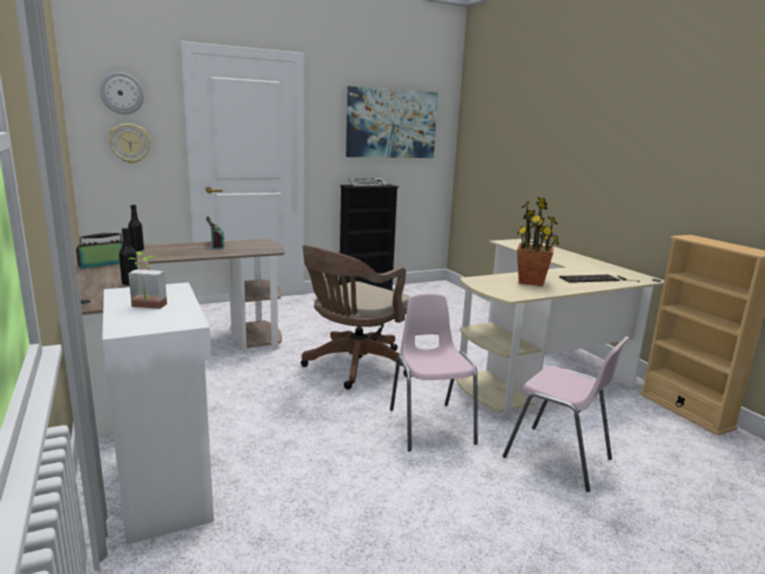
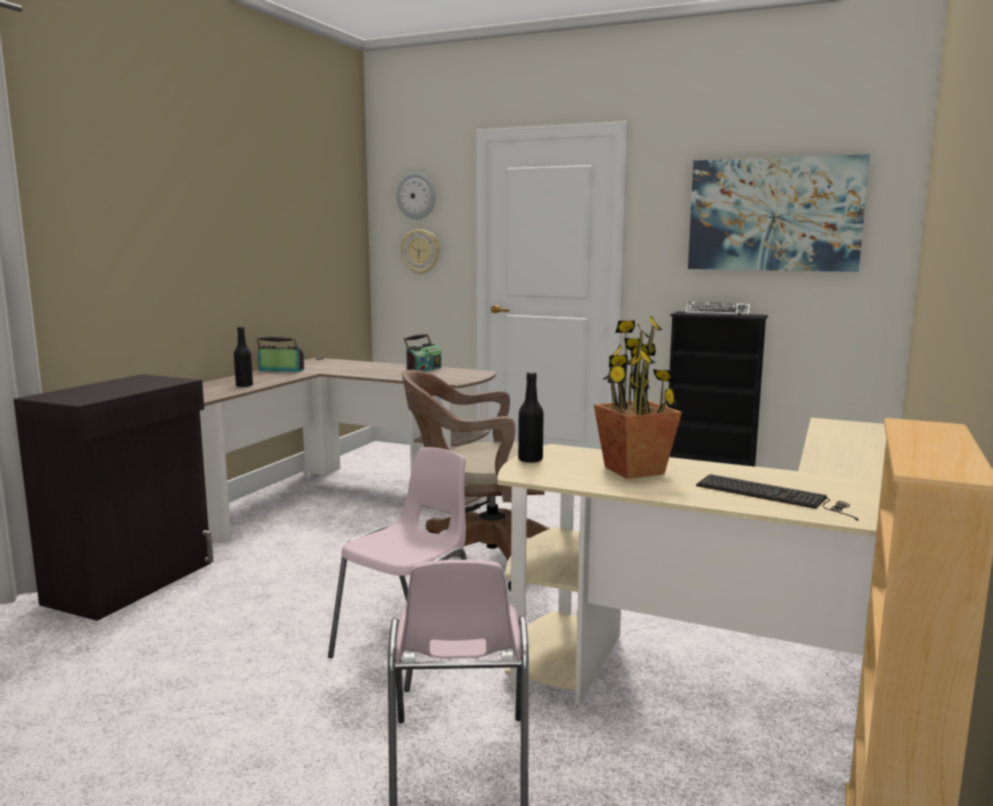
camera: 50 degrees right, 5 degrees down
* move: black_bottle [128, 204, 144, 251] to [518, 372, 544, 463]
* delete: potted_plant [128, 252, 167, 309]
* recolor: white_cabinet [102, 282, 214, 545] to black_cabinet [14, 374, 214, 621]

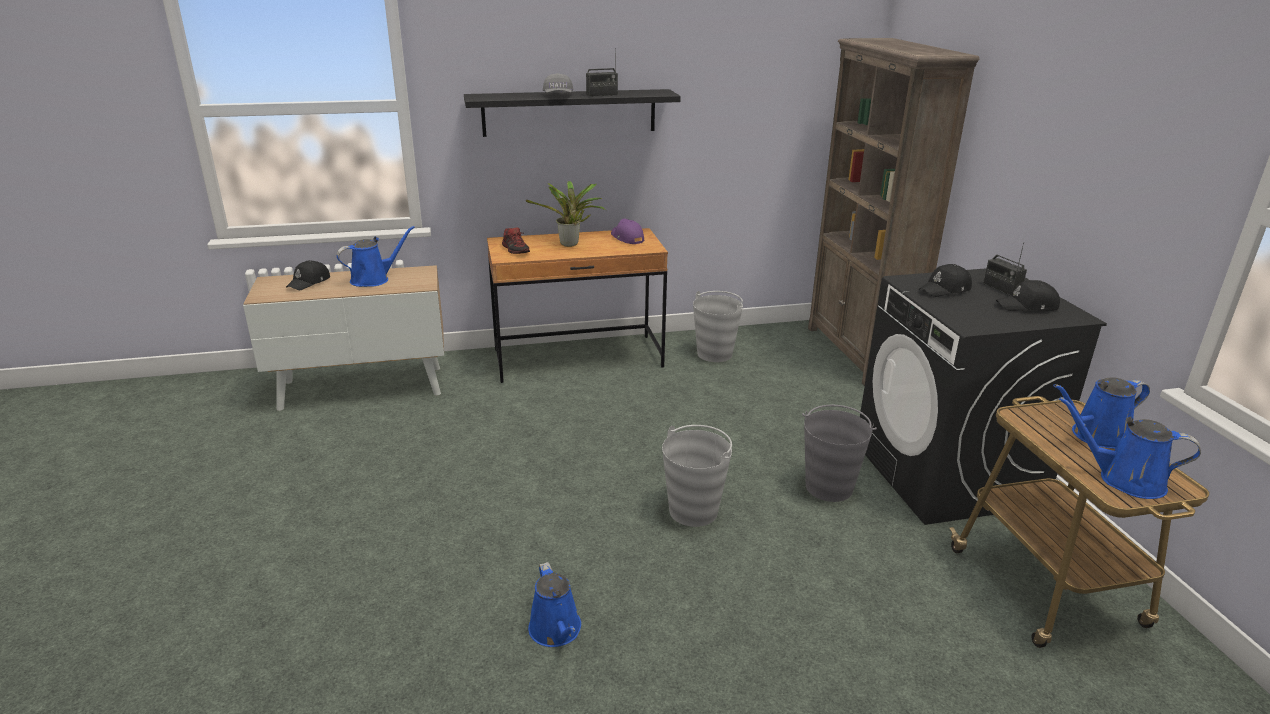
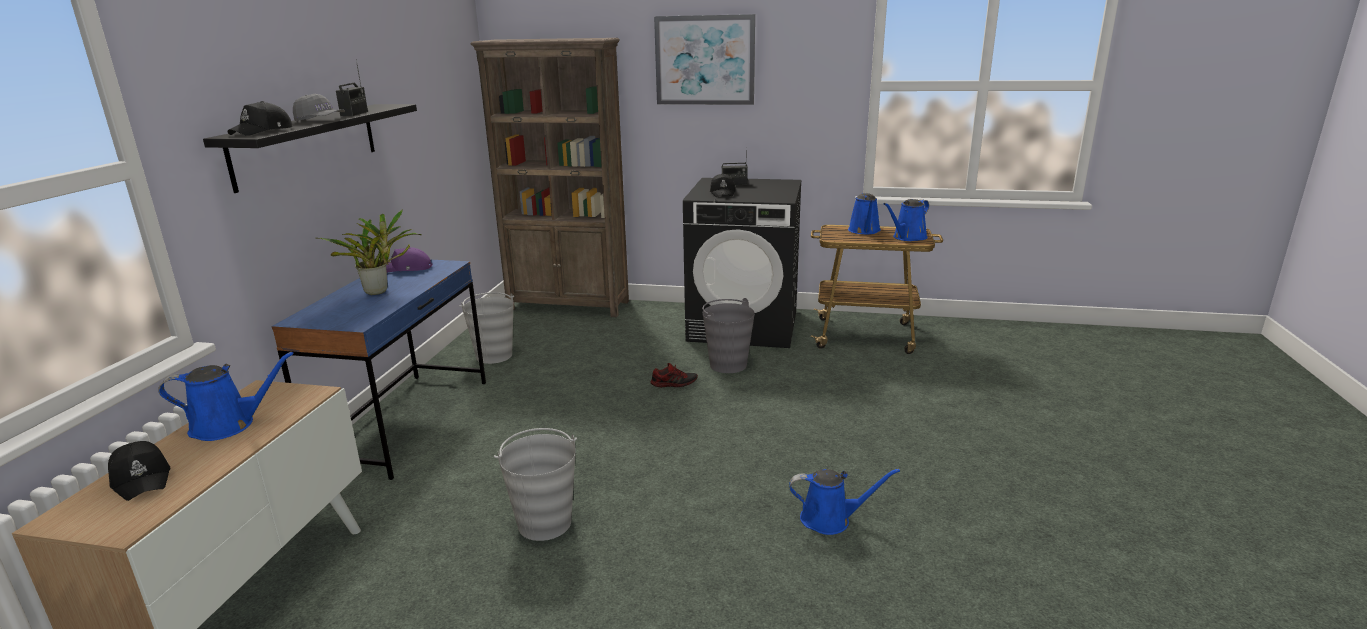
camera: 65 degrees left, 5 degrees down
* rotate: blue_watering_can [336, 226, 415, 287] = [158, 352, 294, 441] 90 degrees clockwise
* recolor: brown_desk [487, 228, 668, 383] to blue_desk [271, 260, 486, 480]
* move: shoe [502, 228, 530, 254] to [650, 363, 698, 388]
* move: black_cap [996, 280, 1060, 311] to [228, 101, 292, 136]
* move: grey_bucket [662, 425, 732, 527] to [494, 428, 577, 541]
* insert: picture [654, 14, 755, 105]

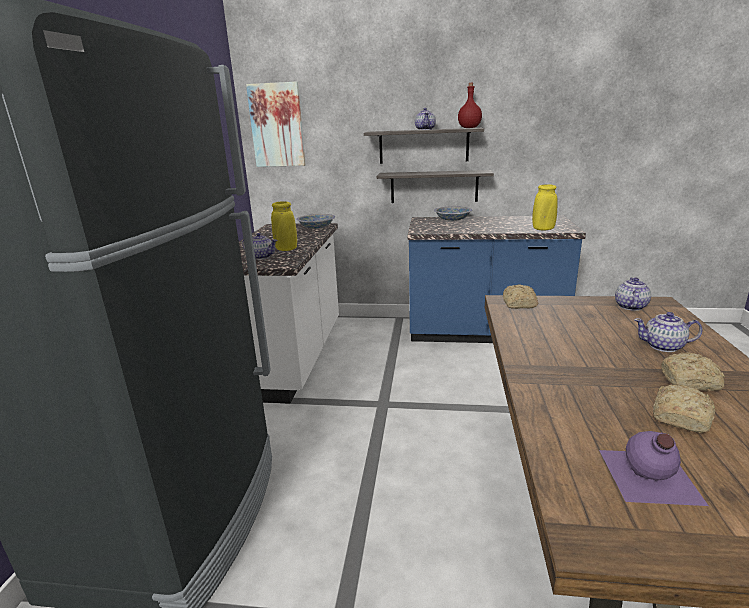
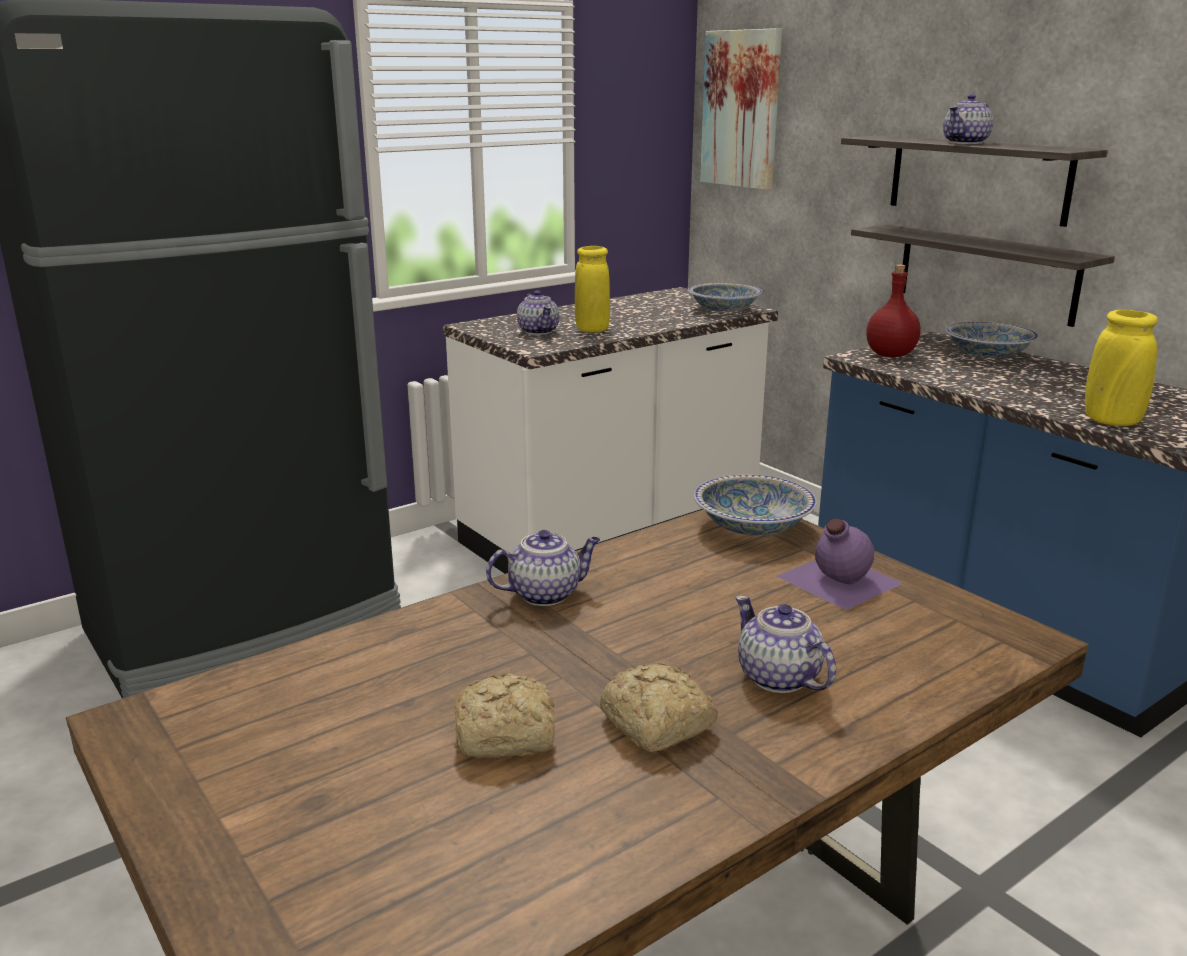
camera: 45 degrees right, 0 degrees up
* move: red_bottle [458, 83, 482, 128] to [866, 264, 921, 357]
* move: teapot [615, 278, 651, 311] to [486, 530, 600, 606]
* replace: bread [503, 284, 538, 309] to bowl [694, 475, 817, 536]
* move: purple_bottle [599, 431, 709, 506] to [777, 519, 903, 610]

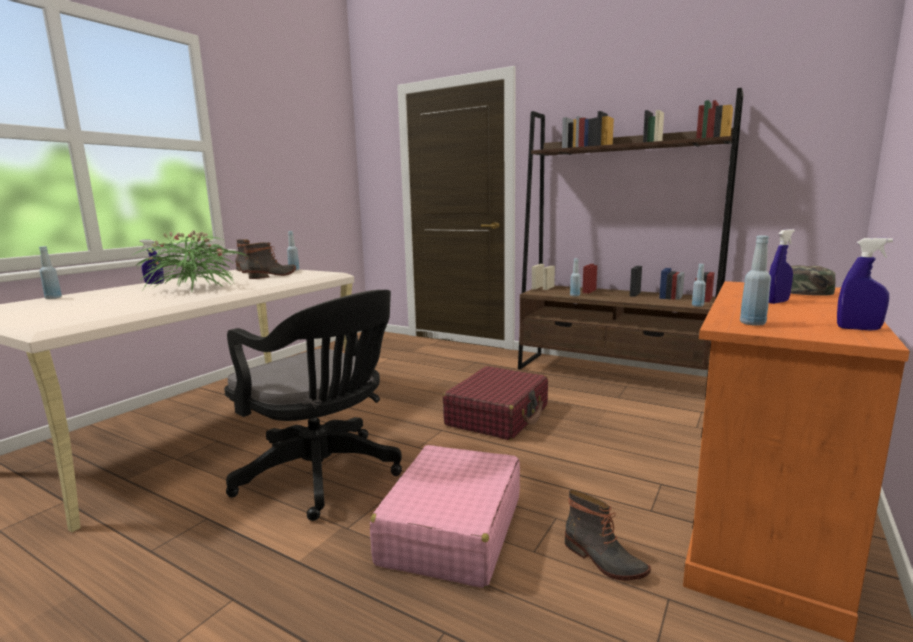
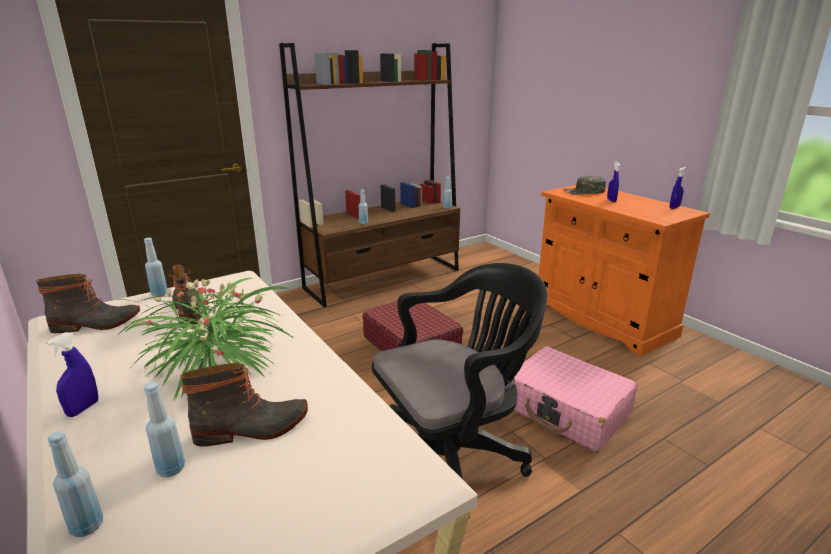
camera: 65 degrees left, 10 degrees up
* move: blue_bottle [740, 236, 771, 326] to [144, 382, 185, 477]
* move: boot [565, 490, 651, 581] to [180, 363, 308, 446]

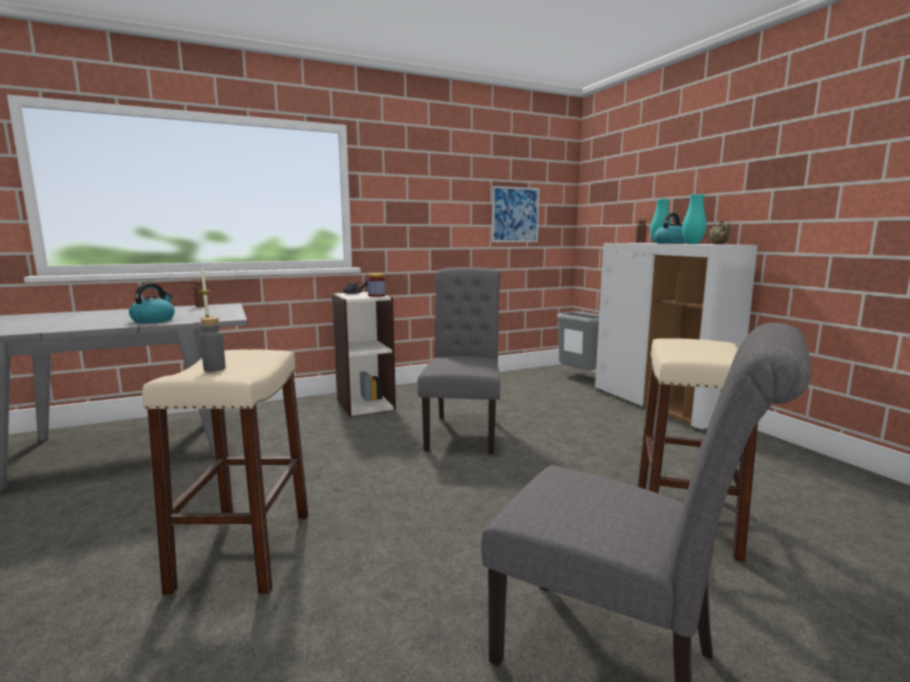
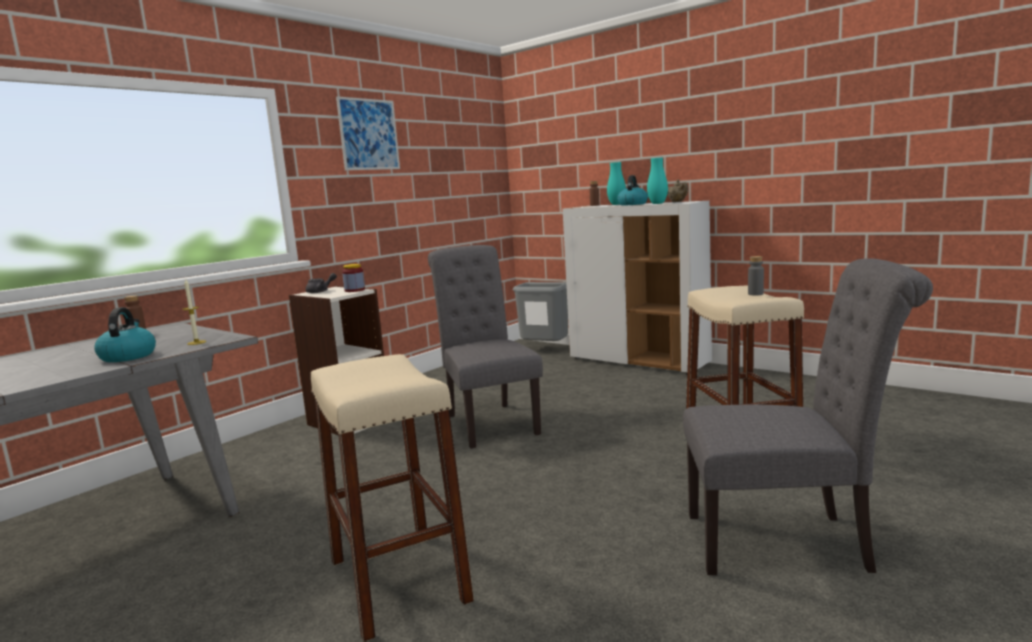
camera: 25 degrees left, 0 degrees up
* move: picture [492, 186, 540, 242] to [336, 96, 400, 170]
* move: grey_bottle [200, 317, 226, 372] to [748, 256, 764, 296]

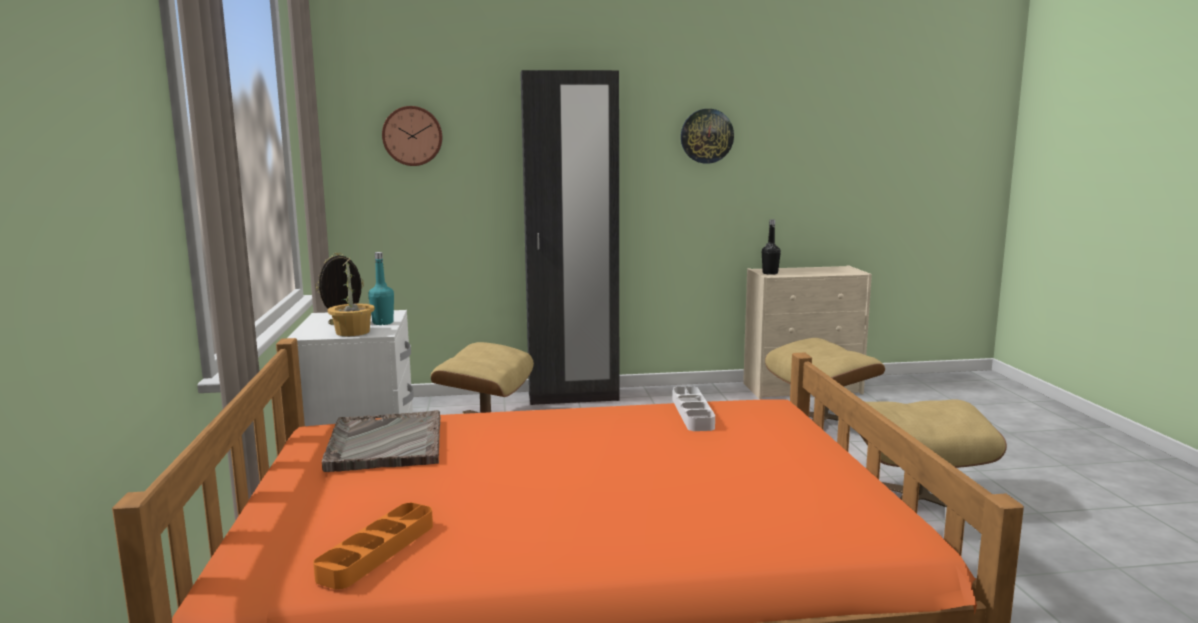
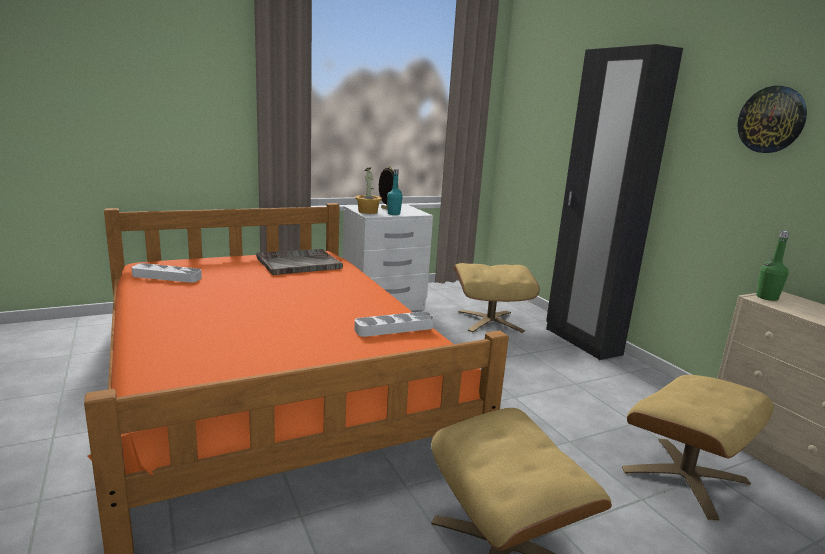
camera: 70 degrees right, 5 degrees up
* delete: wall_clock [382, 106, 442, 166]
* recolor: black_bottle [762, 219, 781, 275] to green_bottle [756, 231, 789, 301]
* recolor: orange_tray [313, 503, 433, 590] to white_tray [131, 263, 202, 283]

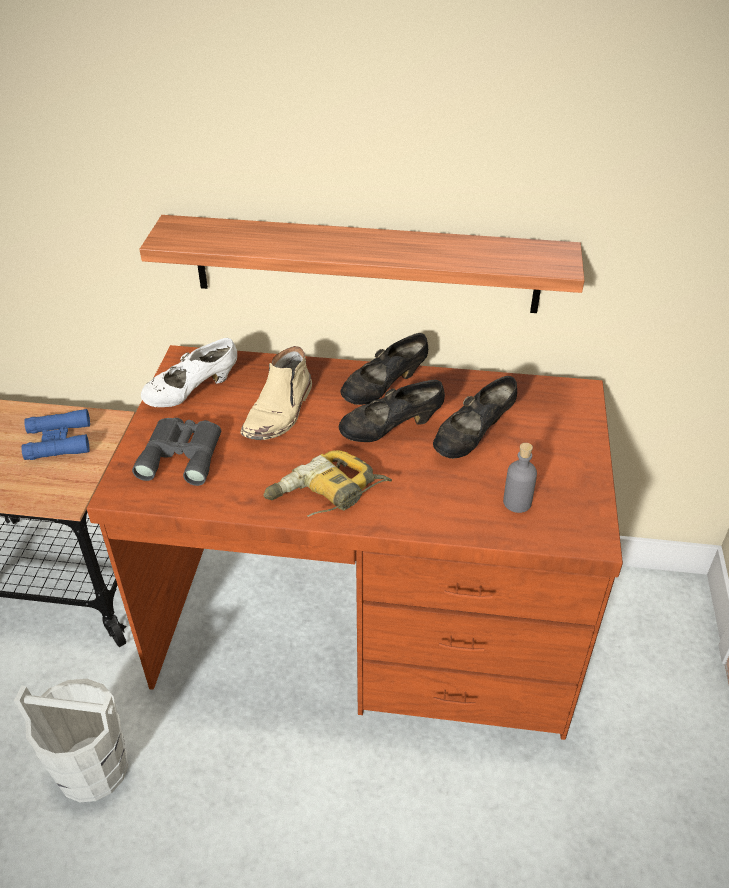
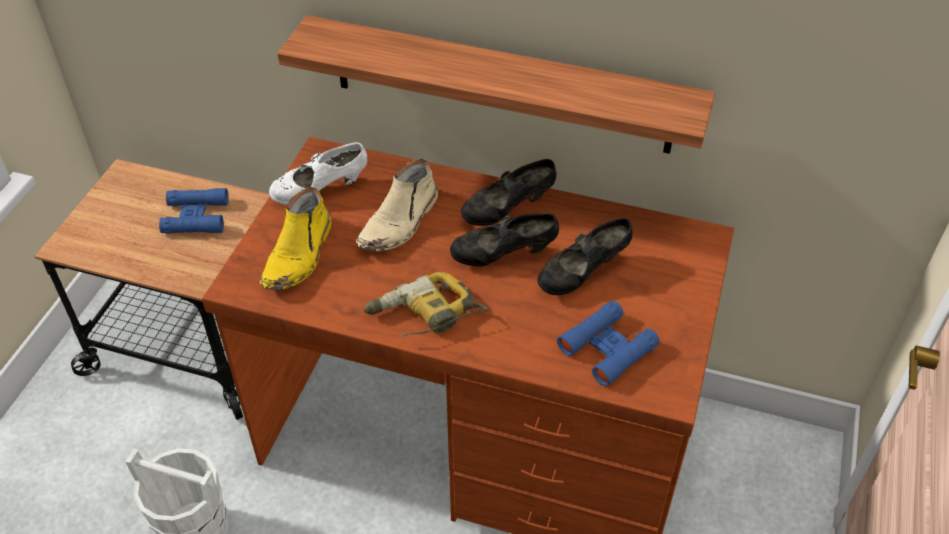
camera: 10 degrees right, 5 degrees up
* replace: grey_binoculars [132, 418, 221, 486] to yellow_boot [260, 187, 331, 290]
* replace: grey_bottle [503, 443, 537, 513] to blue_binoculars [557, 301, 660, 386]

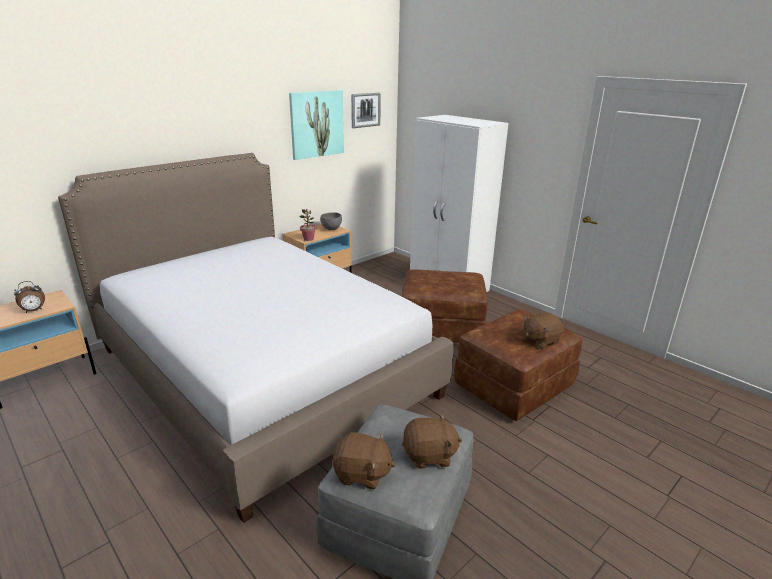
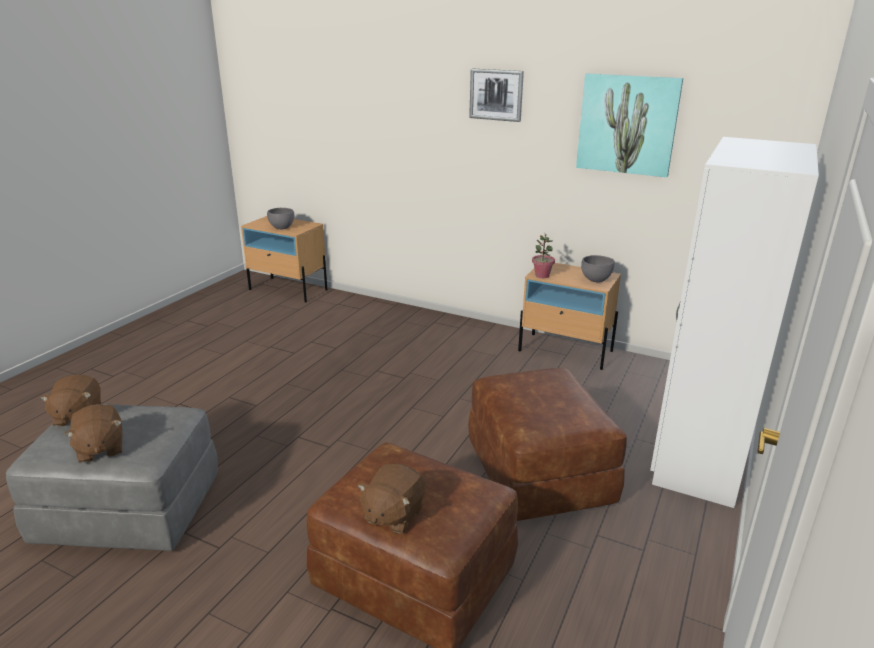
camera: 70 degrees right, 0 degrees up
* move: picture [351, 93, 381, 128] to [469, 69, 524, 122]
* delete: bed [58, 153, 453, 523]
* replace: alarm_clock [14, 281, 45, 313] to grey_bowl [267, 208, 294, 229]
* rotate: brown_plush_toy [523, 312, 564, 349] = [358, 463, 426, 533] 105 degrees counterclockwise

